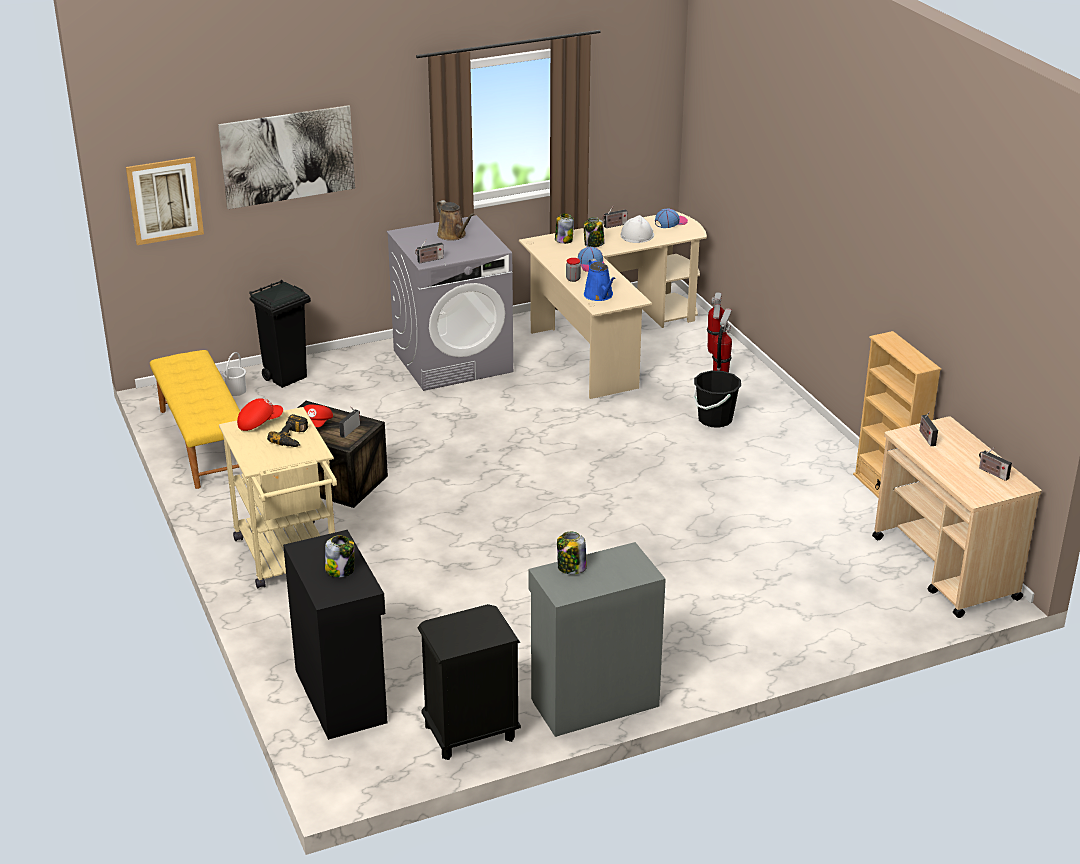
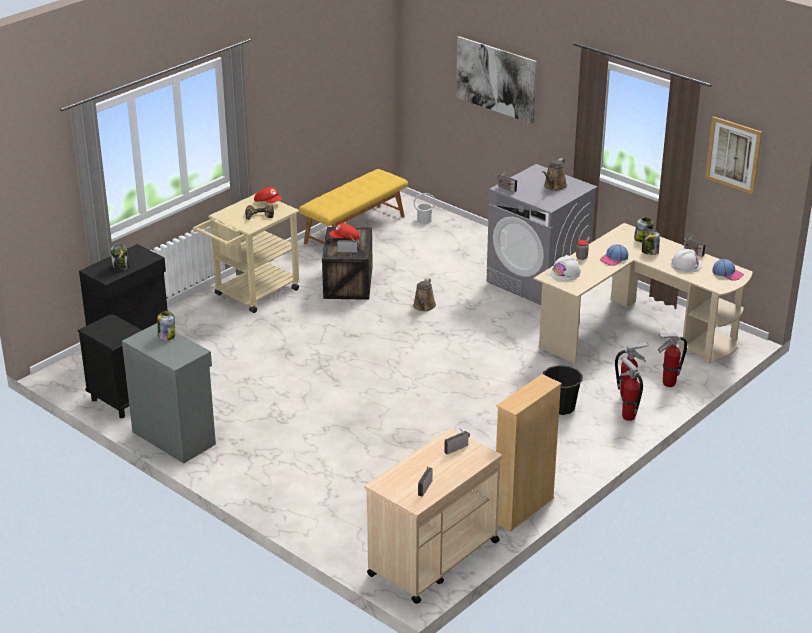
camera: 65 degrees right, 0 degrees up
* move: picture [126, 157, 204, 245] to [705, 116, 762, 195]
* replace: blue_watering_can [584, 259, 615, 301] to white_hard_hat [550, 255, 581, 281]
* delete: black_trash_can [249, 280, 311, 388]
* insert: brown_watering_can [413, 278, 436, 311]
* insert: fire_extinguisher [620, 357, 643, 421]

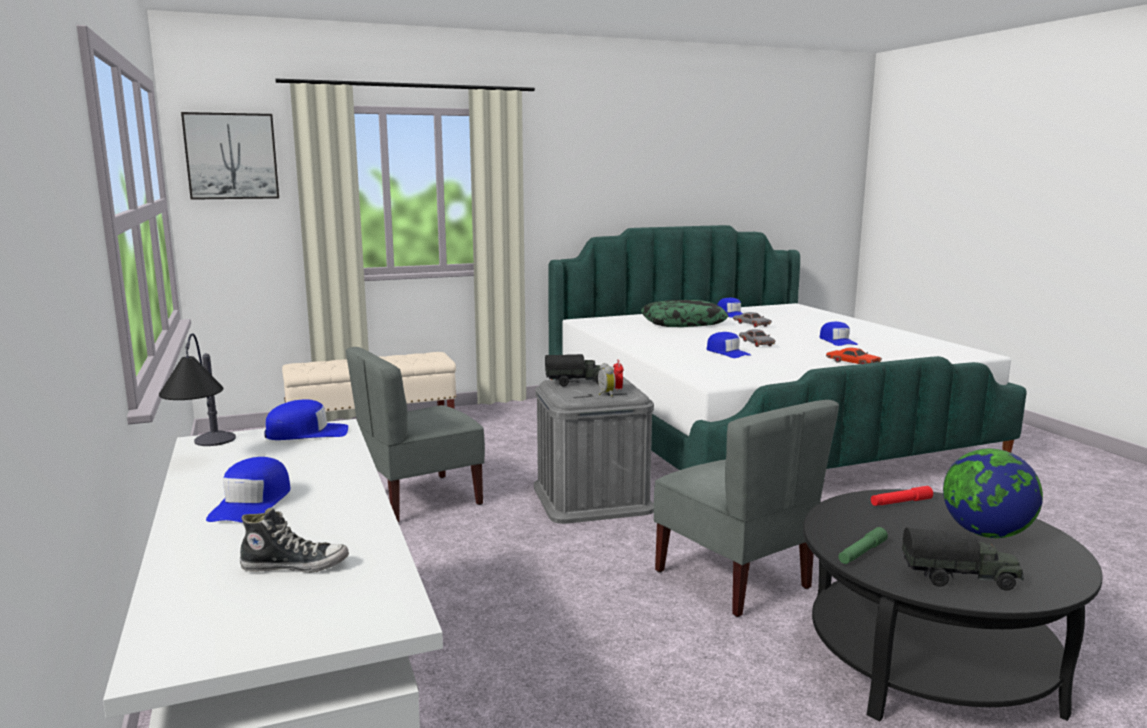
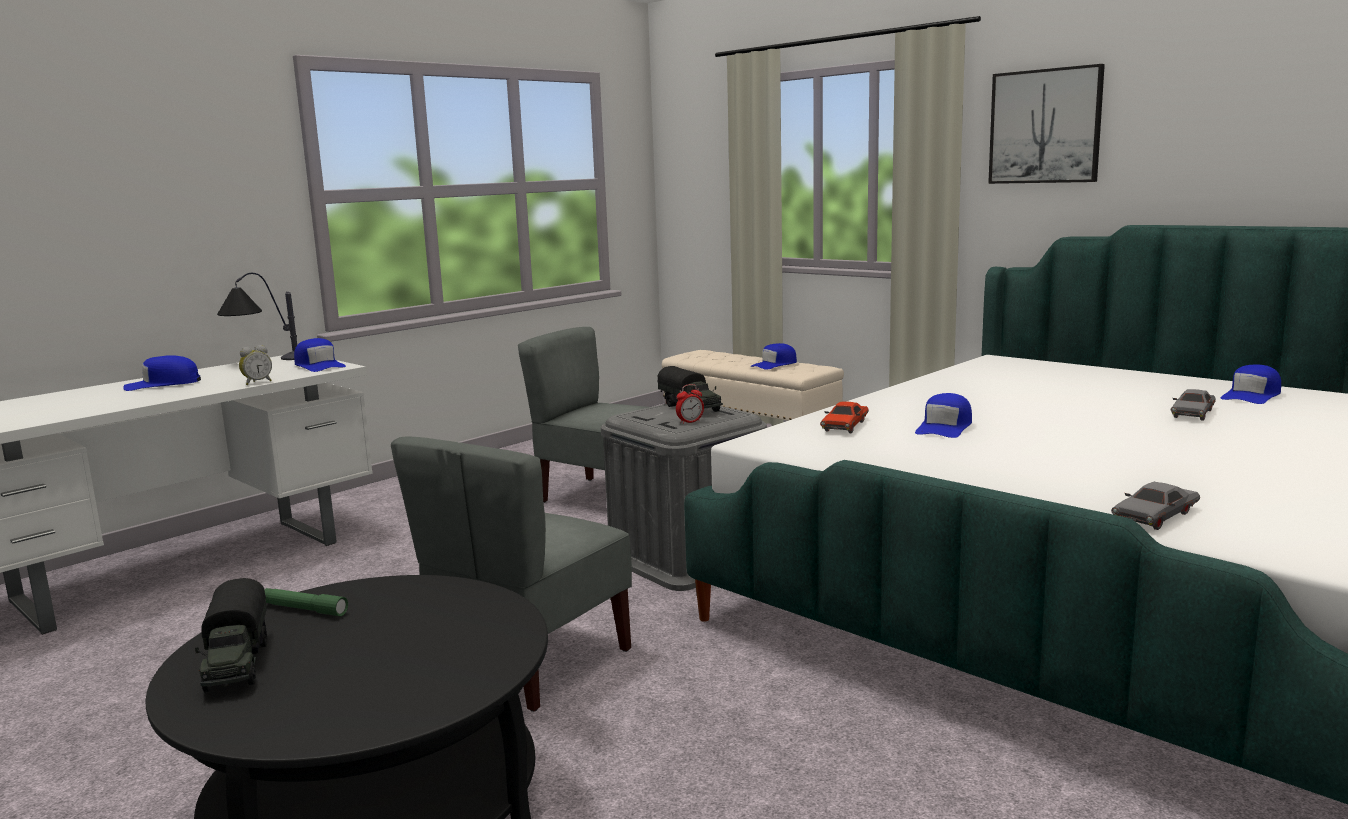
camera: 65 degrees right, 0 degrees up
* move: picture [181, 112, 279, 200] to [988, 64, 1105, 184]
* delete: pillow [641, 300, 728, 327]
* move: blue_cap [819, 322, 858, 346] to [751, 343, 797, 370]
* move: grey_toy_car [739, 329, 776, 347] to [1111, 482, 1200, 530]
* move: red_toy_car [826, 347, 882, 364] to [820, 402, 869, 433]
* move: alarm_clock [598, 363, 616, 397] to [239, 345, 272, 385]
* delete: globe [943, 448, 1043, 538]
* delete: red_flashlight [871, 486, 933, 506]
* delete: shoe [240, 507, 349, 573]

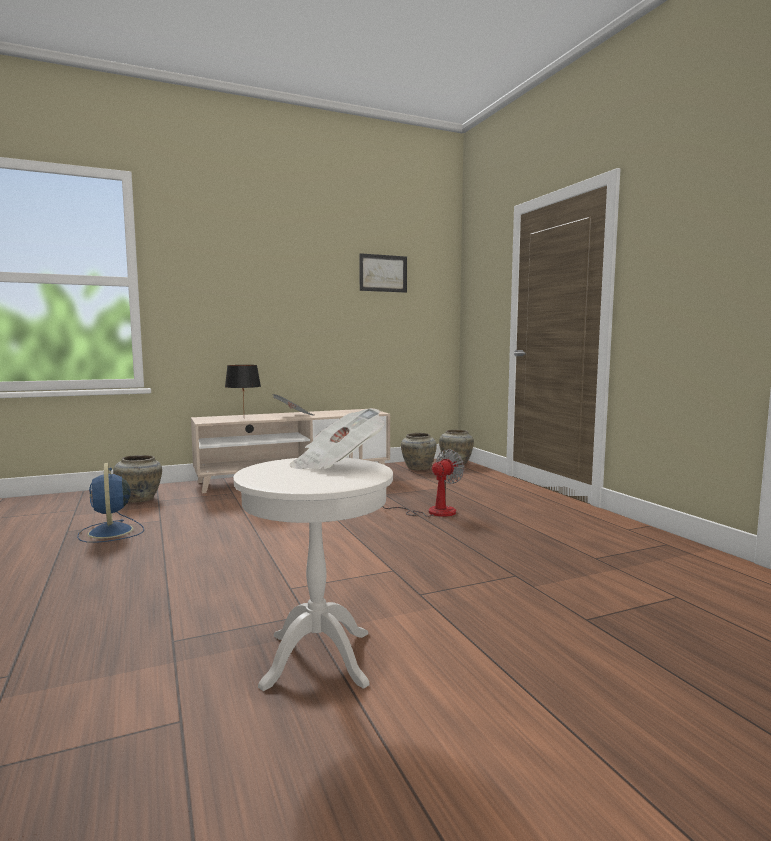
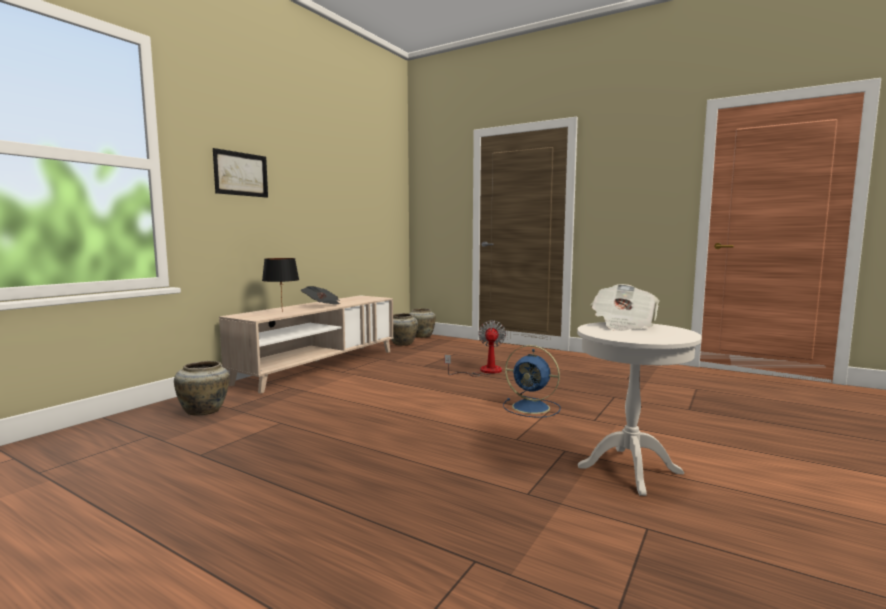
camera: 35 degrees left, 0 degrees up
* move: picture [359, 253, 407, 293] to [213, 148, 268, 198]
* move: blue_fan [77, 463, 144, 543] to [503, 345, 561, 418]

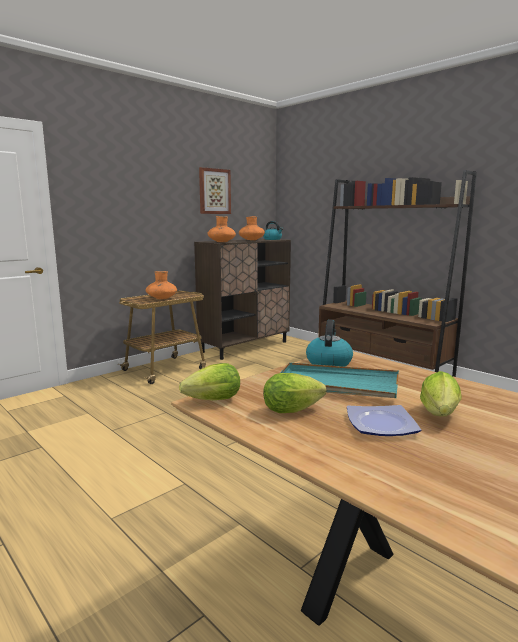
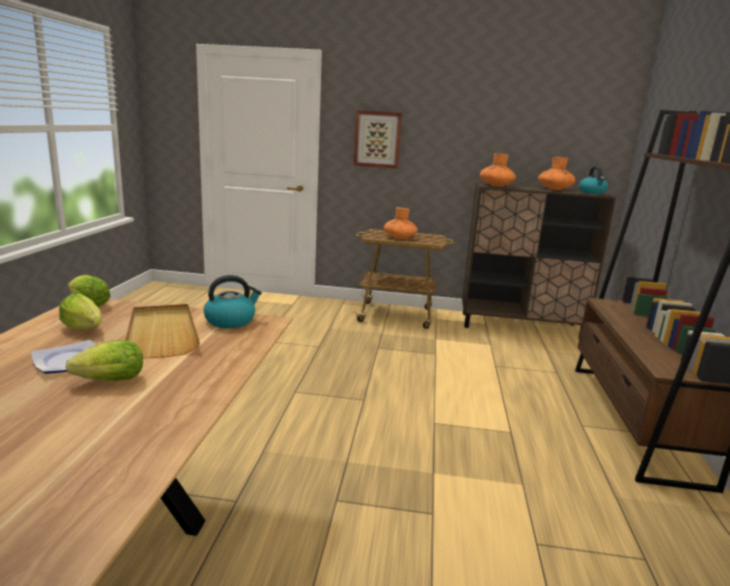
camera: 50 degrees right, 5 degrees up
* move: picture [199, 167, 231, 214] to [354, 110, 402, 169]
* recolor: turquoise_tray [280, 362, 399, 398] to beige_tray [125, 304, 200, 359]

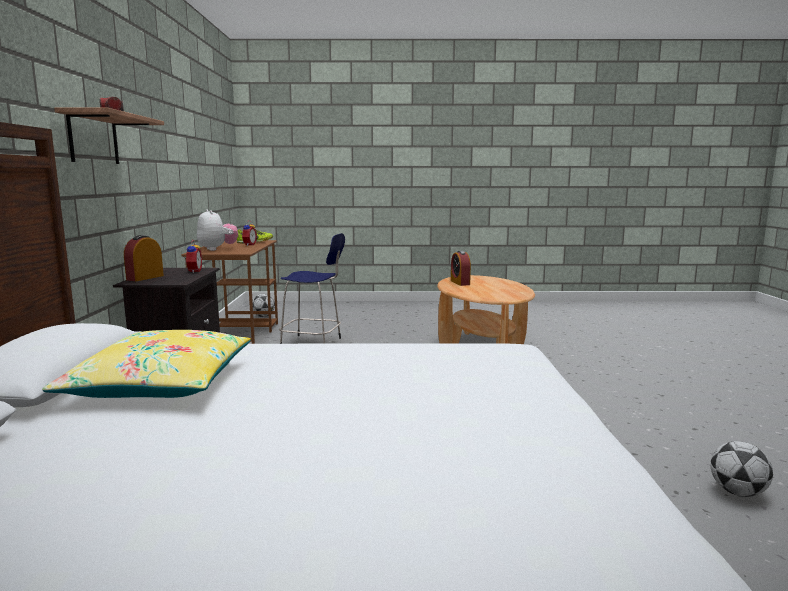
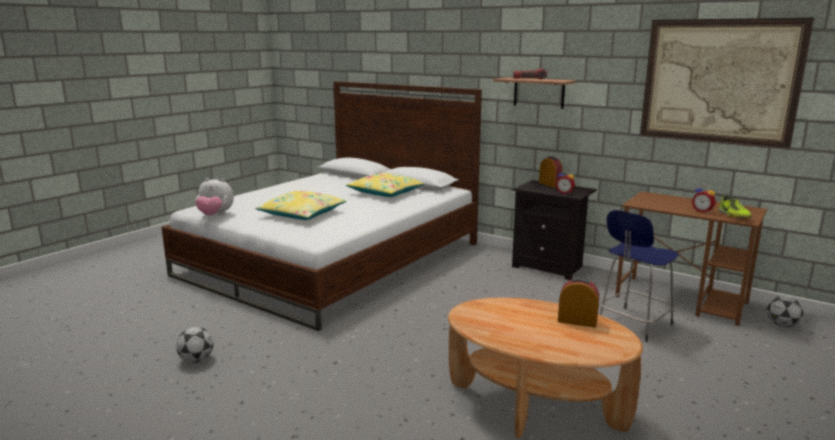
camera: 125 degrees right, 5 degrees up
* move: plush_toy [197, 209, 238, 251] to [195, 178, 234, 216]
* insert: picture [640, 18, 814, 149]
* insert: yellow_pillow [255, 191, 346, 220]

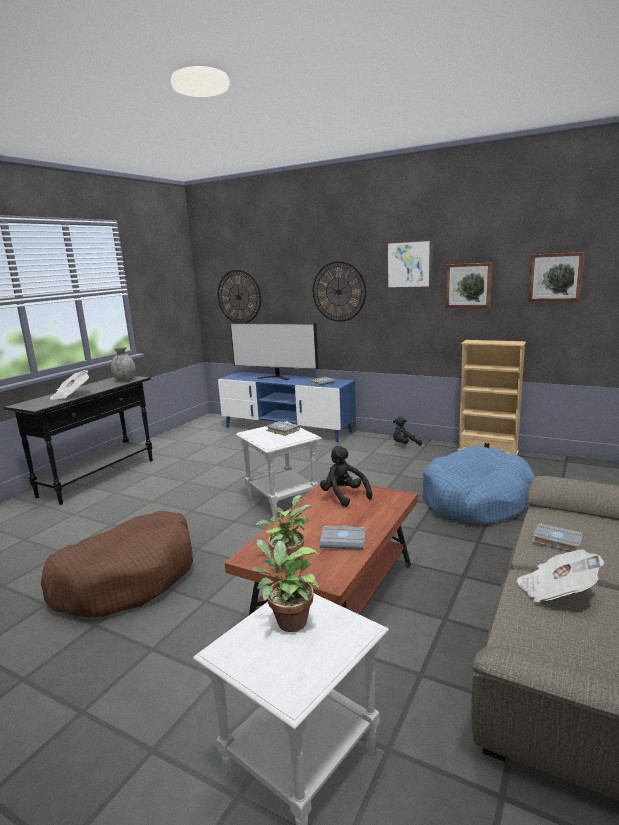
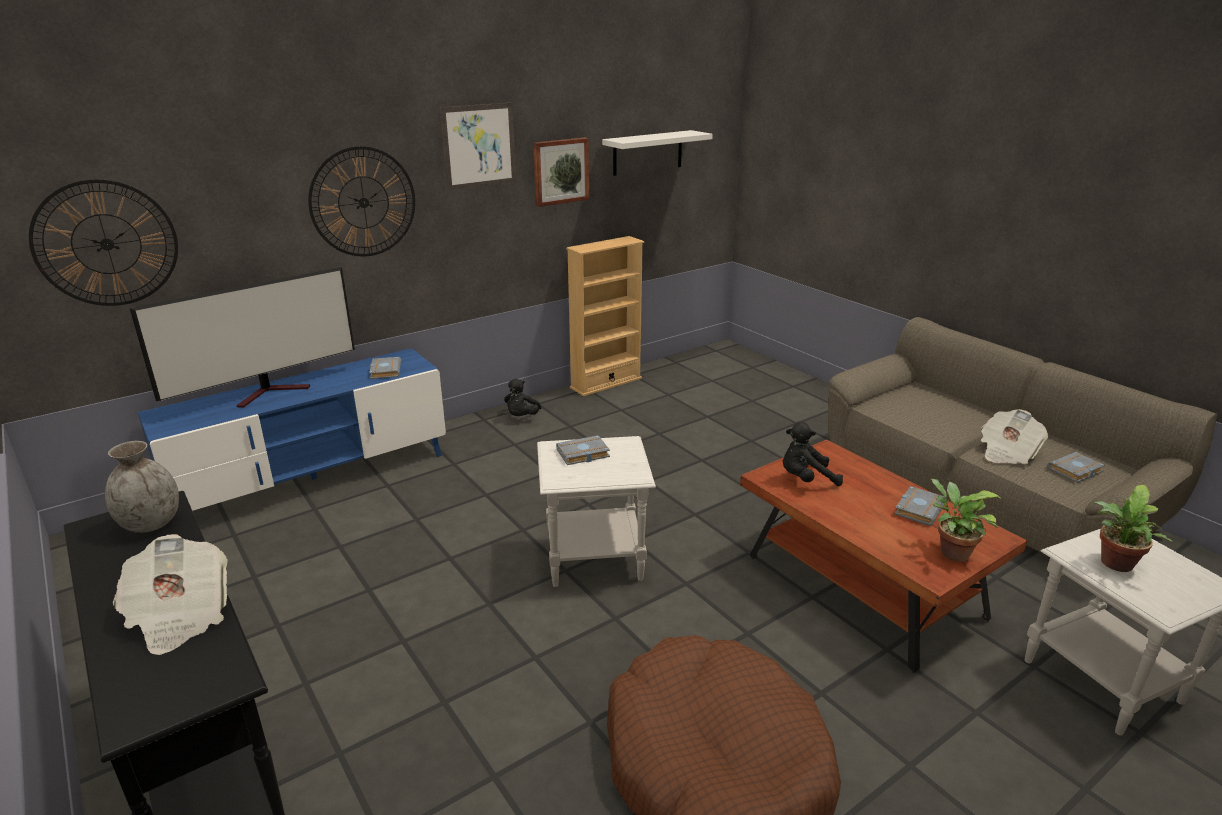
camera: 65 degrees left, 10 degrees up
* replace: picture [528, 252, 584, 302] to white_shelf [602, 130, 713, 176]
* delete: blue_dog_bed [423, 446, 535, 525]
* move: grey_book [532, 523, 583, 552] to [1047, 452, 1105, 482]

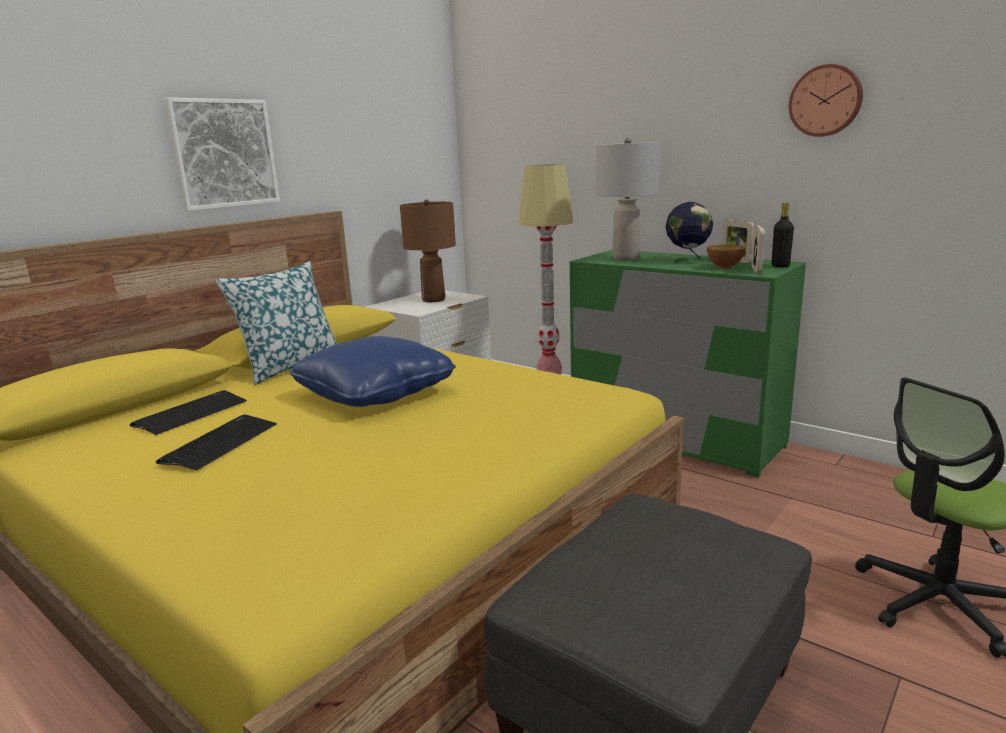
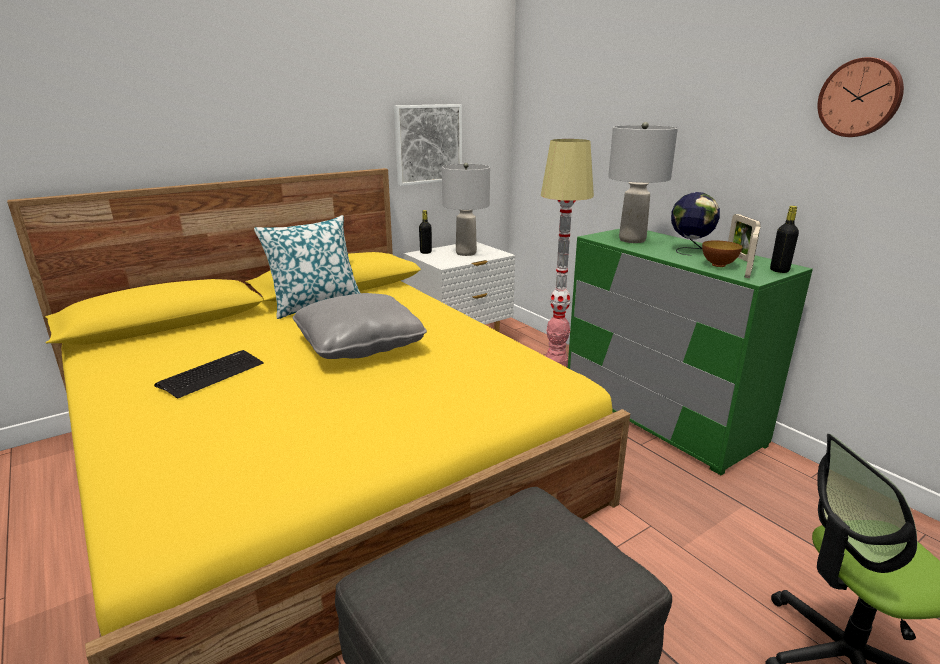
camera: 15 degrees right, 5 degrees up
* move: picture [164, 97, 280, 211] to [394, 104, 462, 186]
* recolor: brown_table_lamp [400, 200, 456, 302] to grey_table_lamp [442, 163, 490, 256]
* recolor: blue_pillow [289, 336, 456, 407] to grey_pillow [293, 293, 427, 359]
* delete: keyboard [130, 390, 247, 435]
* insert: black_bottle [419, 210, 432, 254]

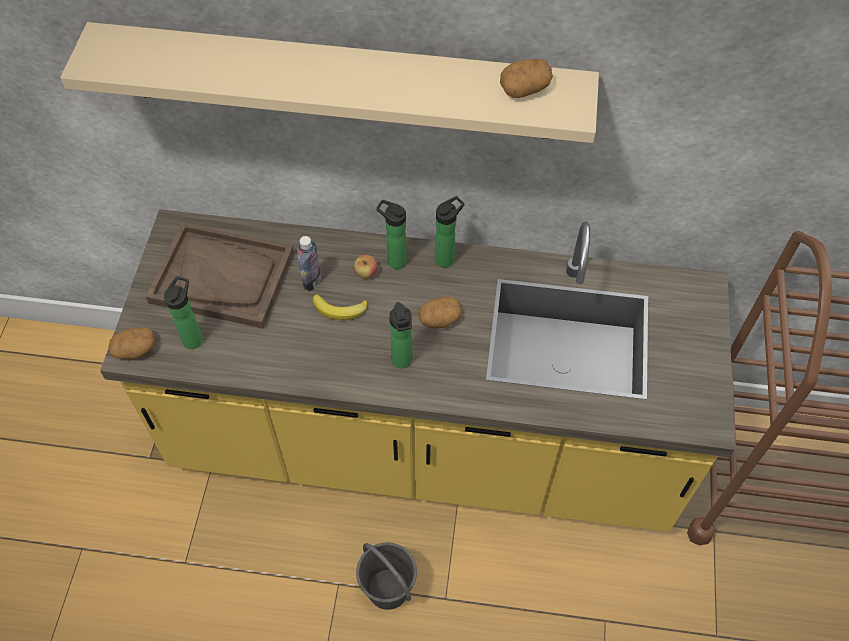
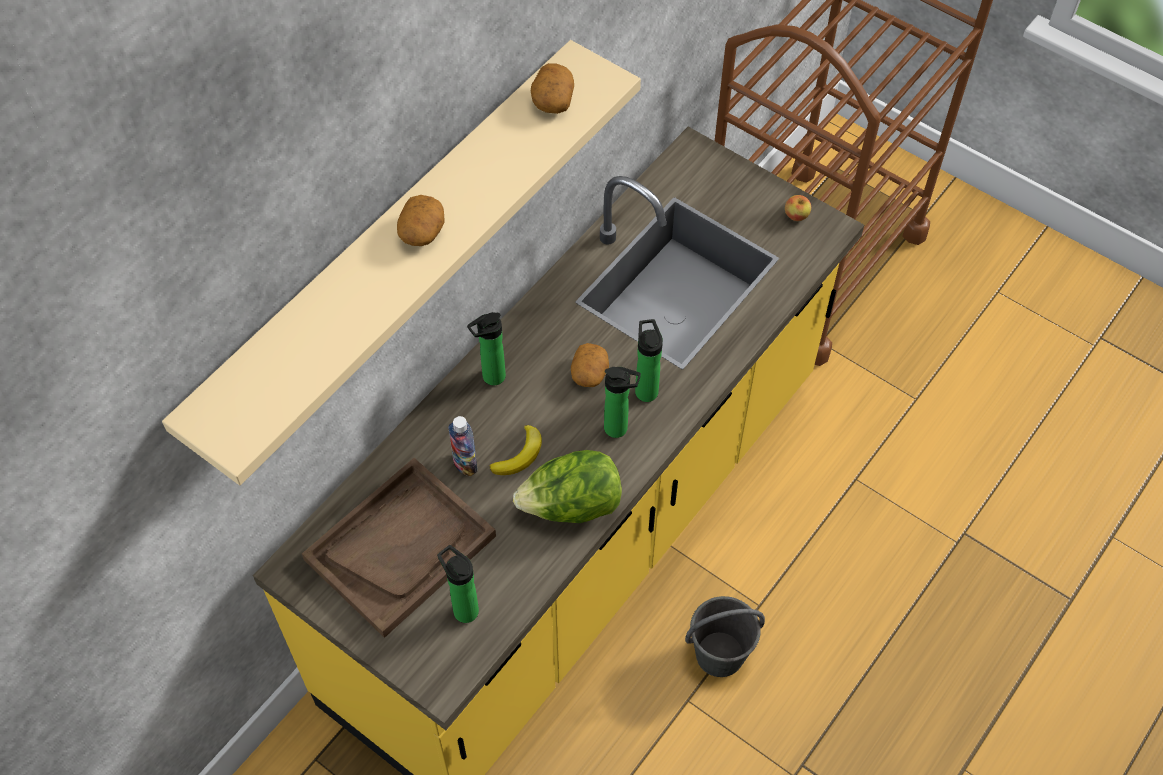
camera: 60 degrees left, 0 degrees up
* move: bottle [435, 196, 464, 267] to [635, 319, 663, 402]
* move: apple [354, 255, 377, 279] to [785, 195, 811, 221]
* move: potato [108, 327, 155, 359] to [397, 195, 445, 246]
* insert: lettuce [513, 450, 622, 523]

